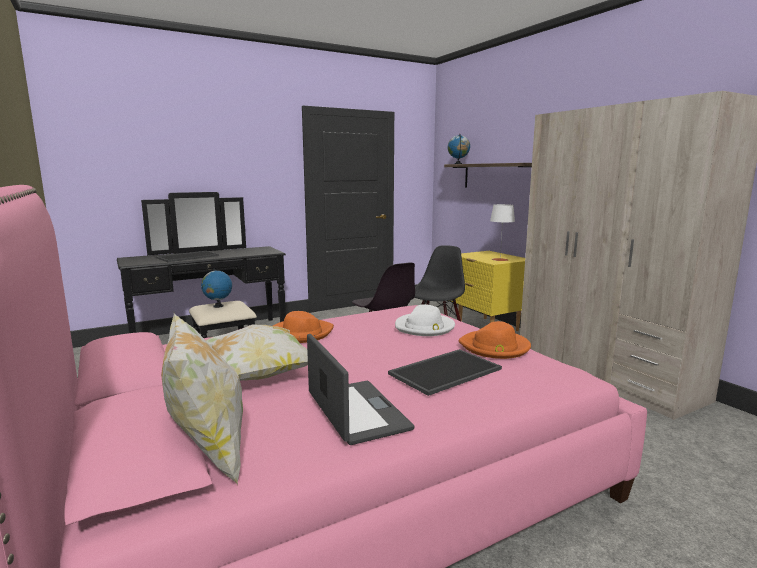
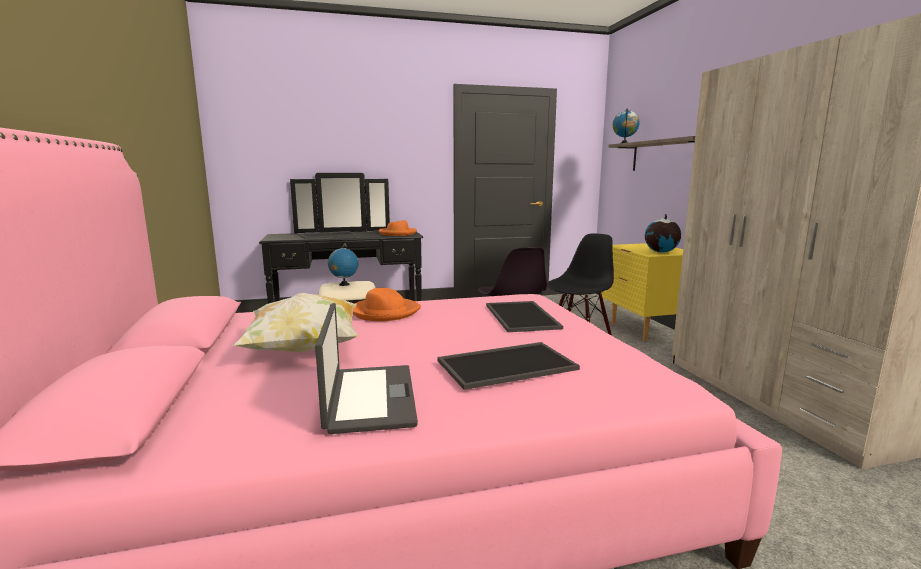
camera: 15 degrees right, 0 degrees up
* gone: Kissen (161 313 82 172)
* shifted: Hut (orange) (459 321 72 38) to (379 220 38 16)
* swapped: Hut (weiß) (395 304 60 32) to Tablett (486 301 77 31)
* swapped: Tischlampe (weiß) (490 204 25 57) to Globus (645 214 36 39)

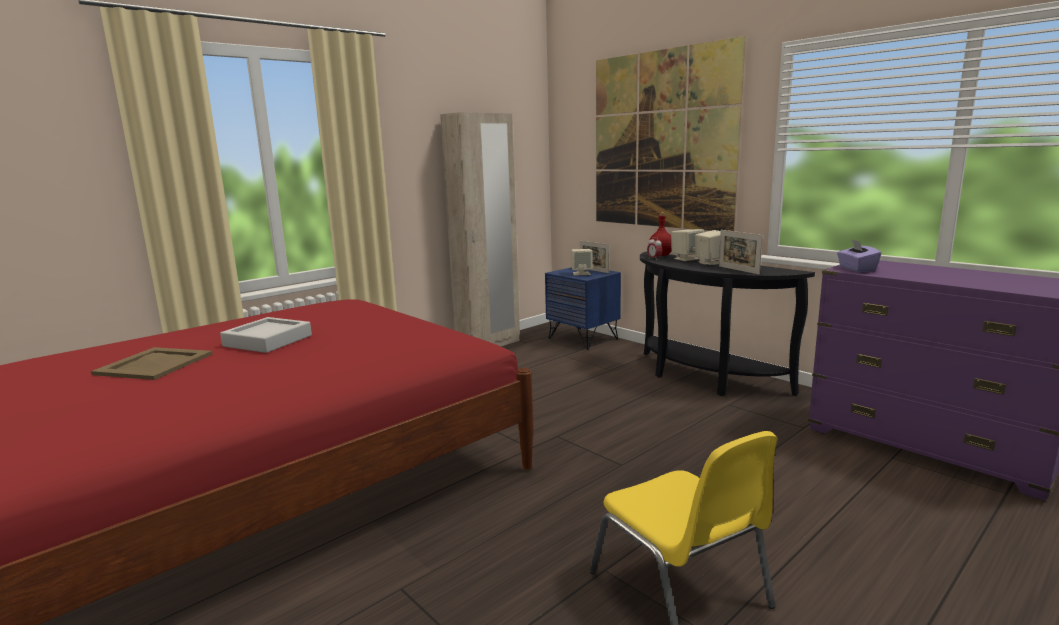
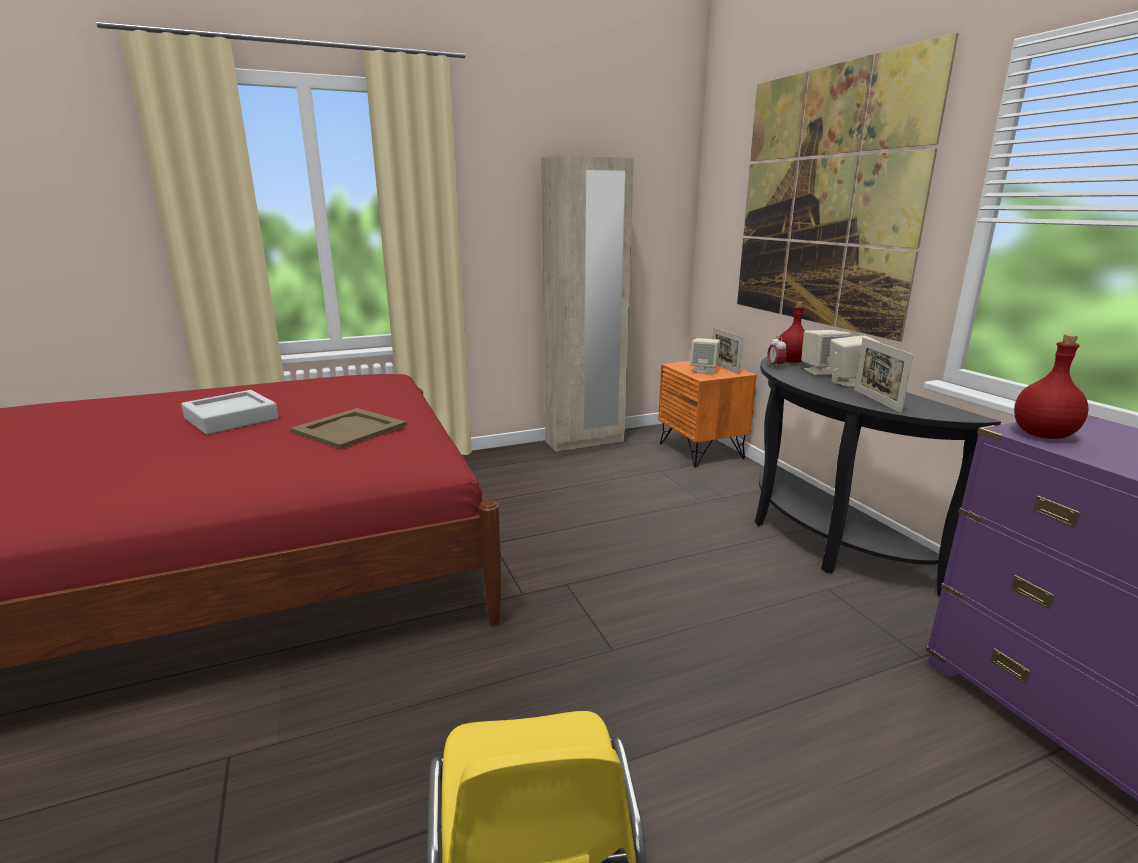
camera: 20 degrees right, 5 degrees up
* shifted: Tablett (beige) (91 347 122 33) to (290 408 117 41)
* swapped: Taschentuchbox (lila) (837 239 44 33) to Flasche (rot) (1014 334 75 105)
* repainted: Nachttisch (blau) (545 267 76 83) to Nachttisch (orange) (658 361 99 106)

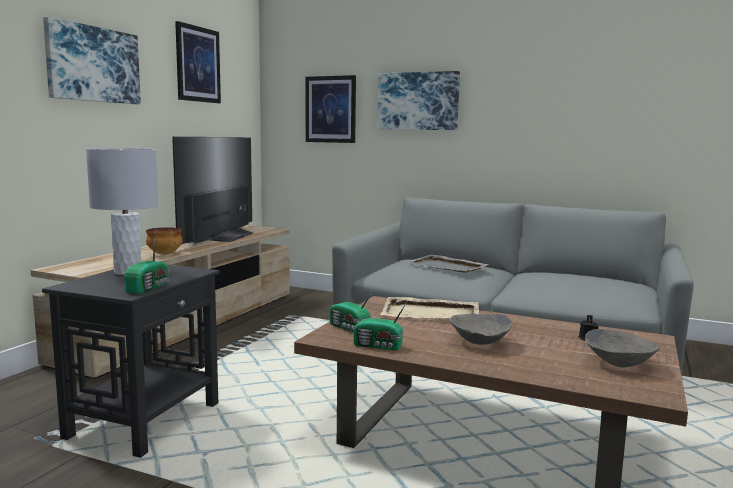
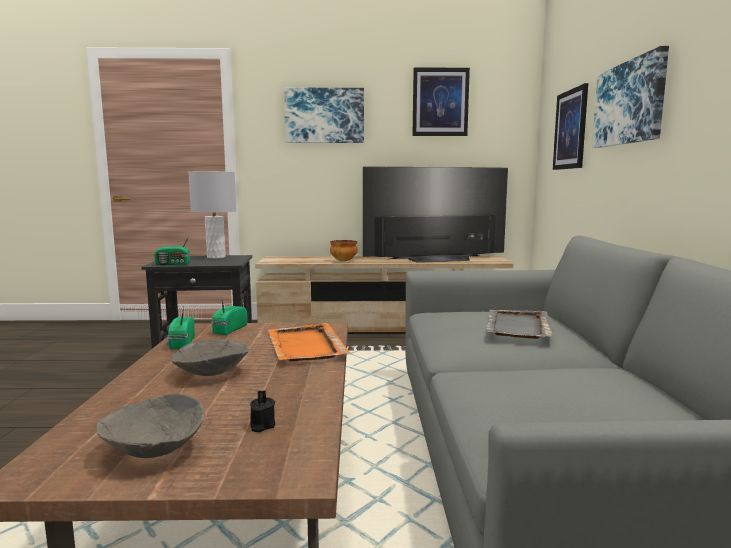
camera: 65 degrees right, 0 degrees up
* repainted: Tablett (beige) (380 297 100 22) to Tablett (orange) (267 323 83 38)

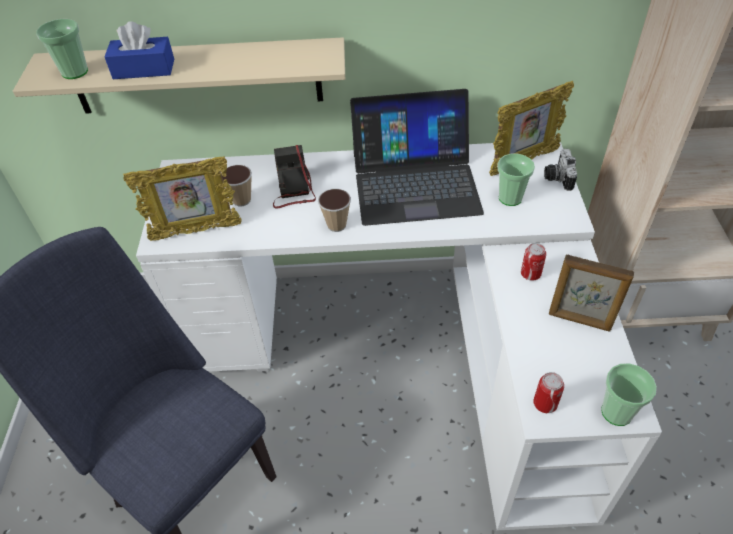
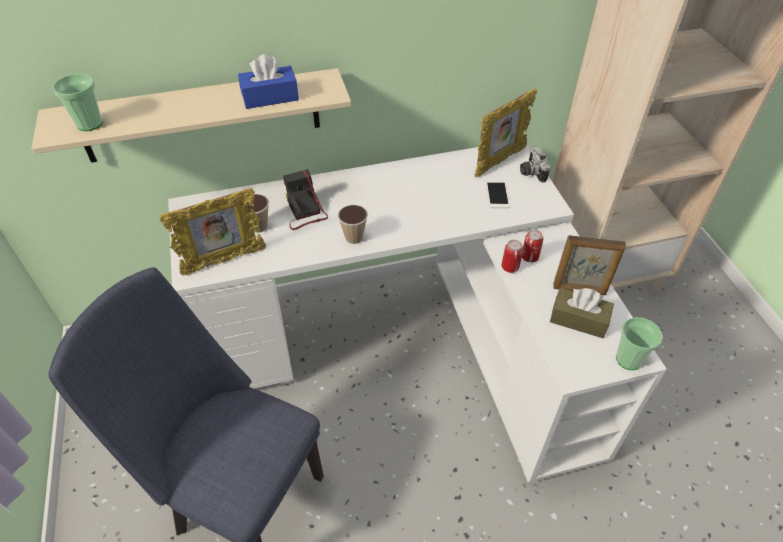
camera: 15 degrees left, 0 degrees up
* gone: Laptop (350 89 134 137)
* new: Taschentuchbox (braun) (550 288 64 50)
* shifted: Taschentuchbox (blau) (104 21 70 58) to (238 54 61 55)
* shifted: Dose (533 372 31 41) to (502 240 21 33)
* swapped: Tasse (497 154 38 52) to Handy (486 181 24 27)

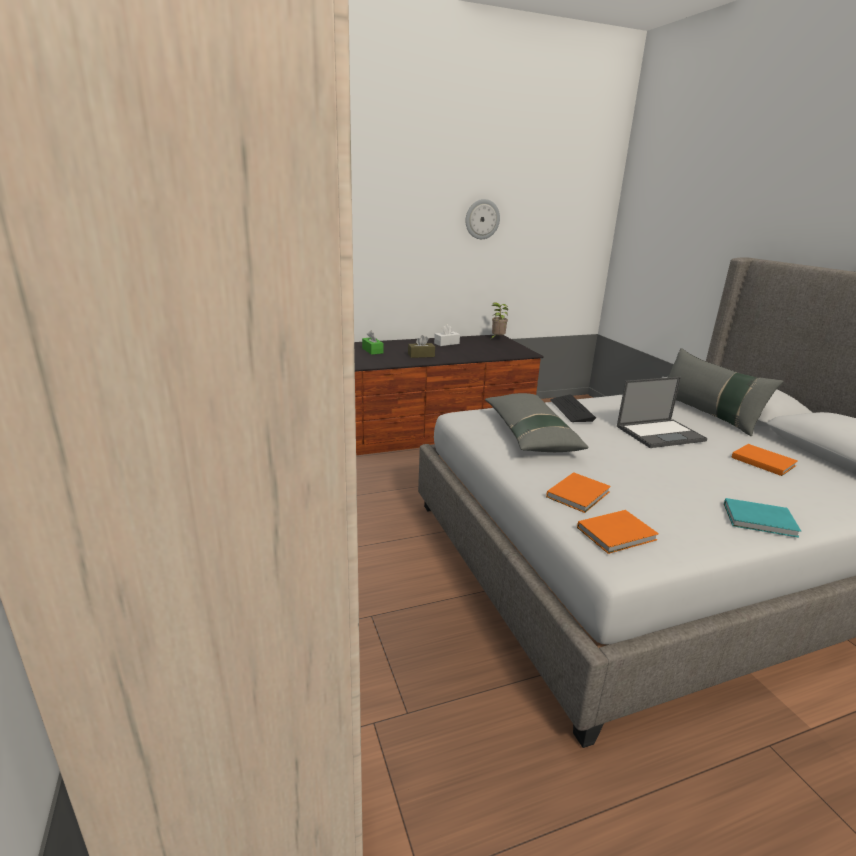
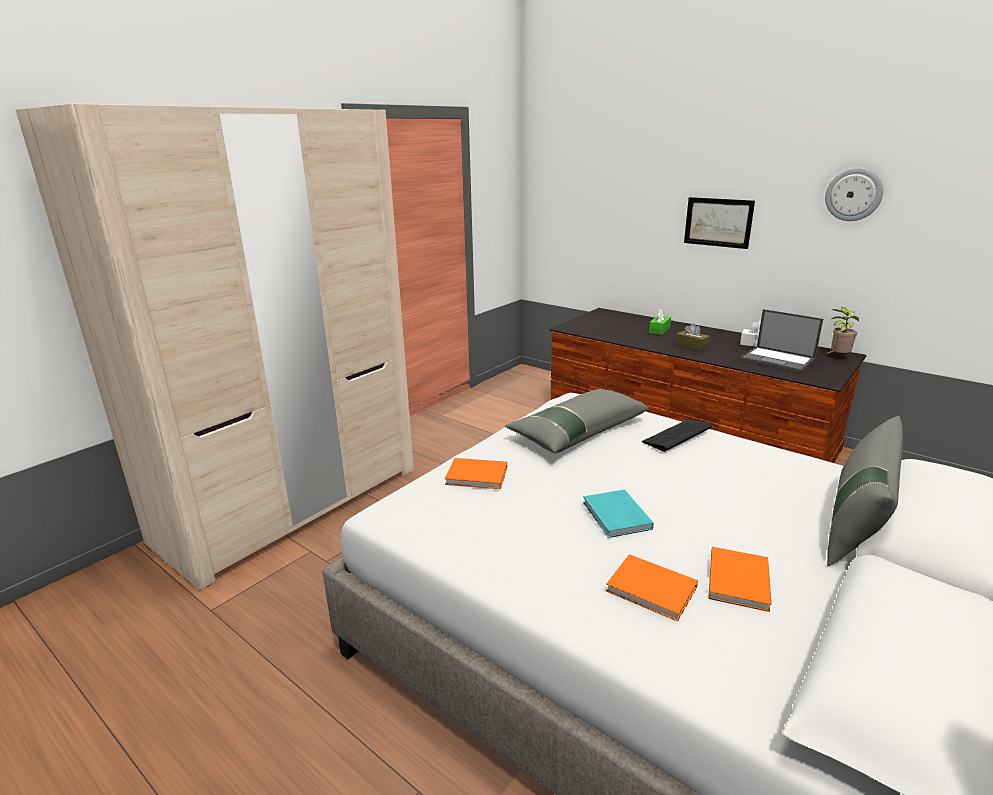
camera: 60 degrees right, 0 degrees up
* new: Bild (684 197 71 52)
* shifted: Buch (orange) (577 510 82 44) to (606 554 92 67)
* shifted: Laptop (617 377 91 71) to (741 309 82 64)
* shifted: Buch (türkis) (724 498 77 40) to (583 490 71 48)

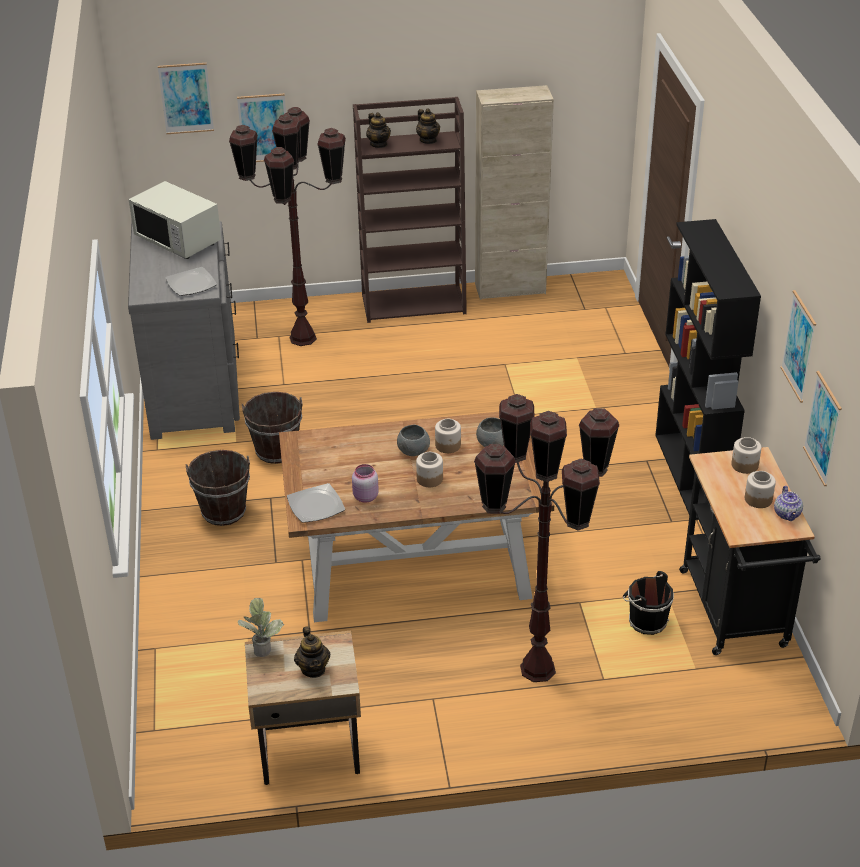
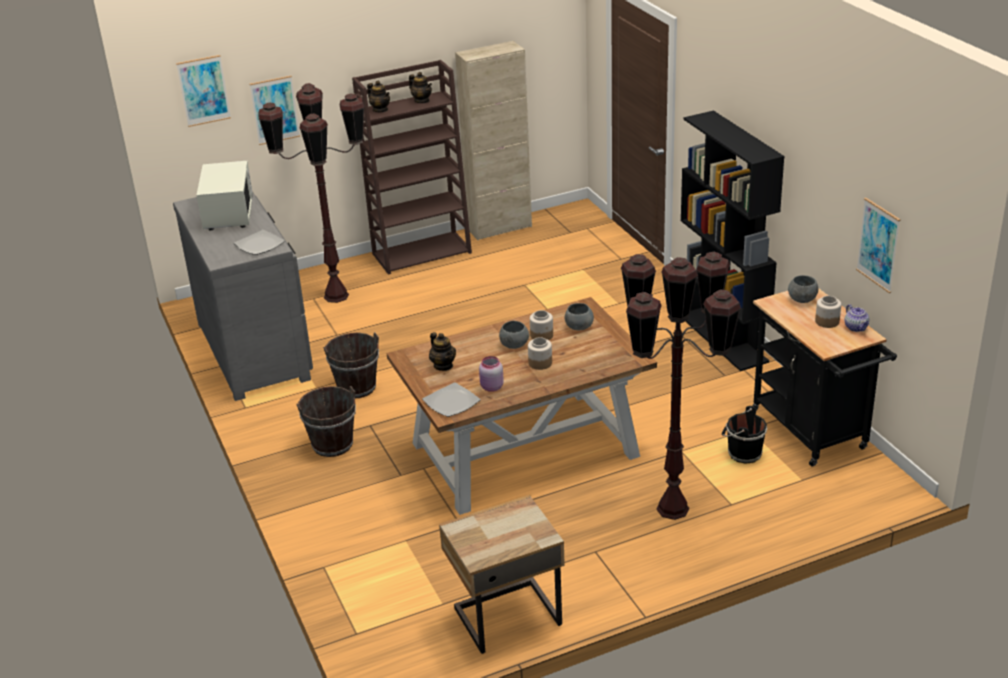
camera: 15 degrees left, 5 degrees down
* gone: Topfpflanze (238 598 46 59)
* gone: Bild (781 290 35 113)
* shifted: Teekanne (294 626 37 52) to (429 332 27 39)
* swapped: Vorratsglas (731 437 30 37) to Schüssel (grau) (788 275 30 28)
* rotated: Mikrowelle (weiß) (129 181 92 78) = (196 161 57 70) 120 degrees counterclockwise

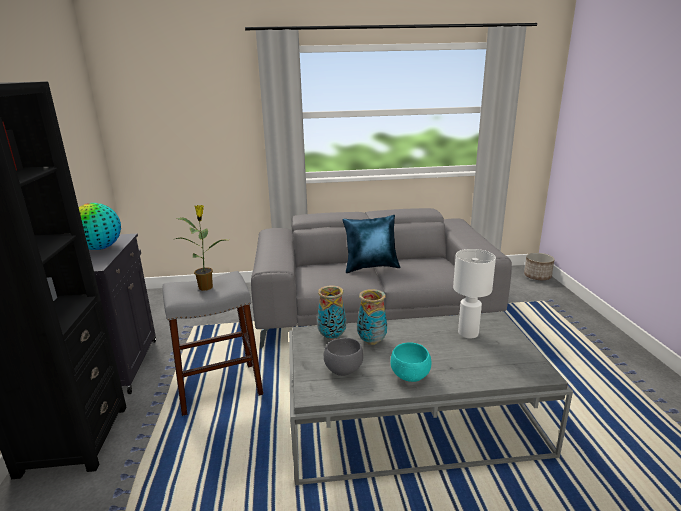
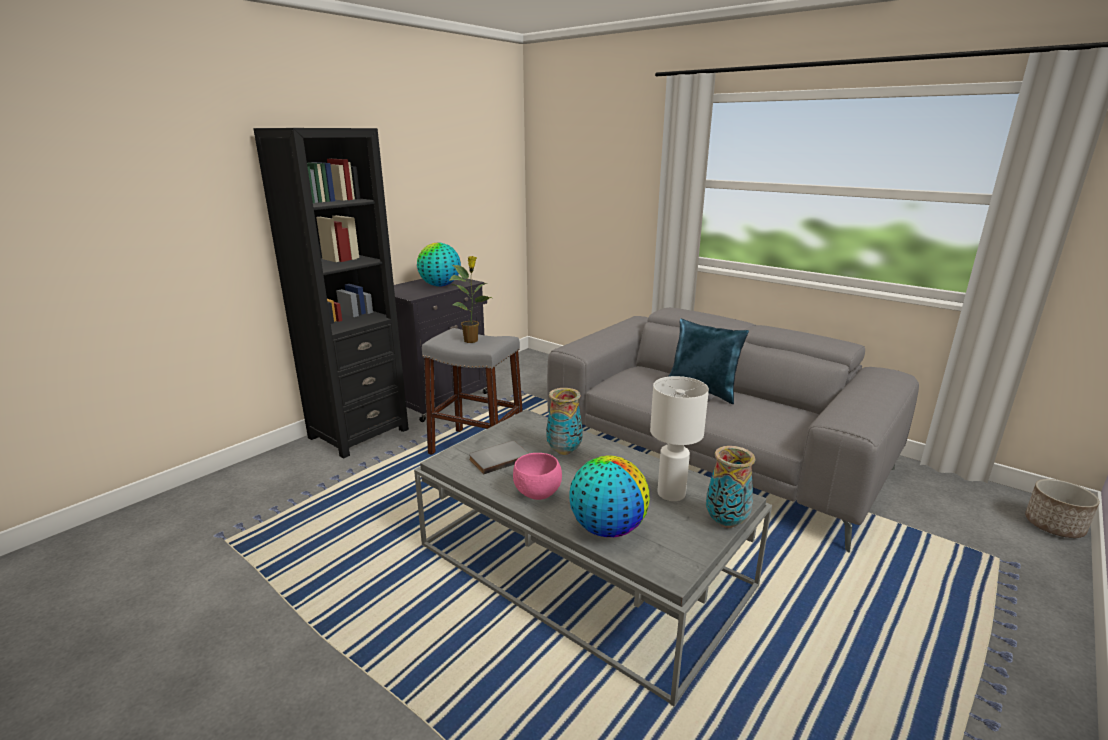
camera: 45 degrees right, 0 degrees up
* new: Globus (569 456 81 81)
* shifted: Vase (317 285 29 55) to (706 446 50 82)
* swapped: Schüssel (grau) (324 338 39 38) to Buch (grau) (469 441 60 33)
* repainted: Schüssel (türkis) (391 342 40 40) to Schüssel (rosa) (513 453 49 47)

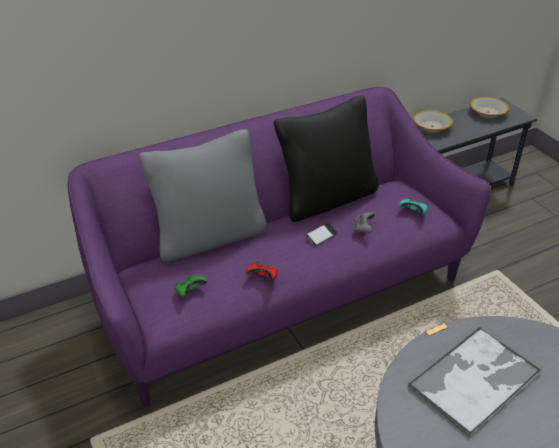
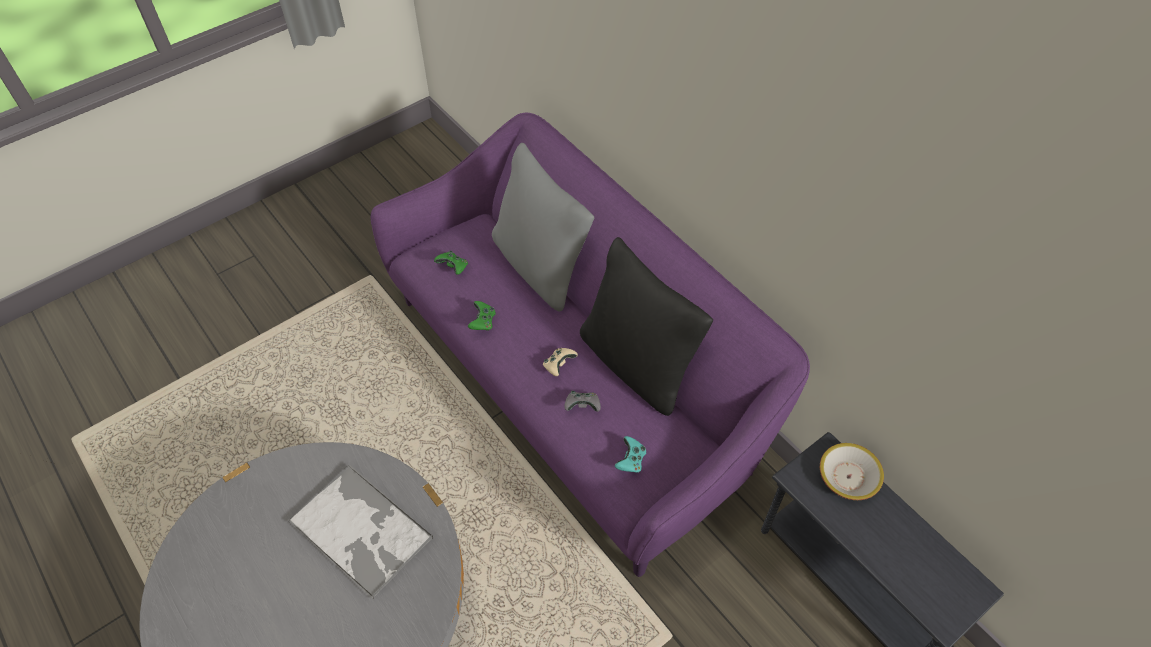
camera: 80 degrees right, 15 degrees up
* gone: Schüssel (470 97 39 21)
* swapped: Handy (306 223 31 23) to Gamepad (beige) (543 348 35 28)
* repainted: Gamepad (rot) (246 261 32 19) to Gamepad (grün) (468 301 28 30)

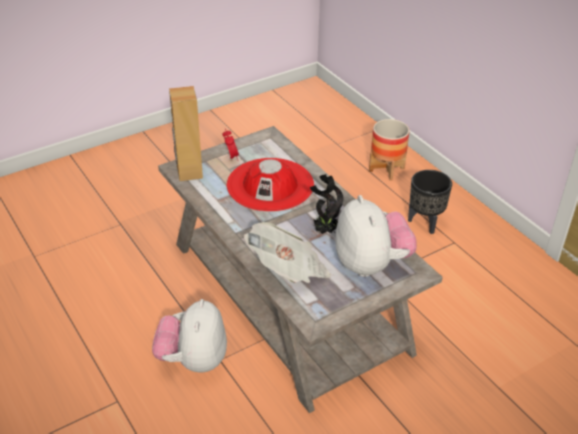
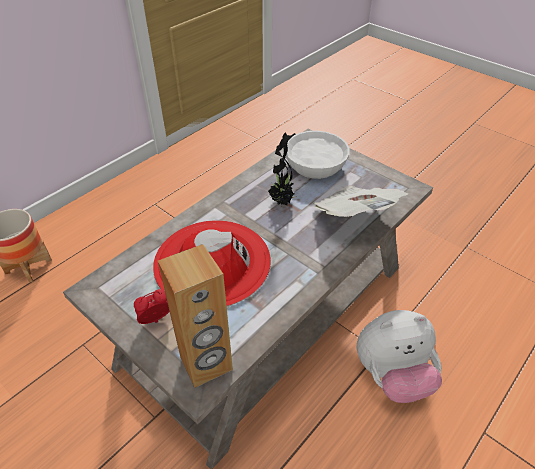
camera: 105 degrees left, 5 degrees up
* gone: Pflanzkübel (schwarz) (408 170 44 64)
* swapped: Plüschtier (335 195 82 82) to Schüssel (weiß) (286 131 64 48)

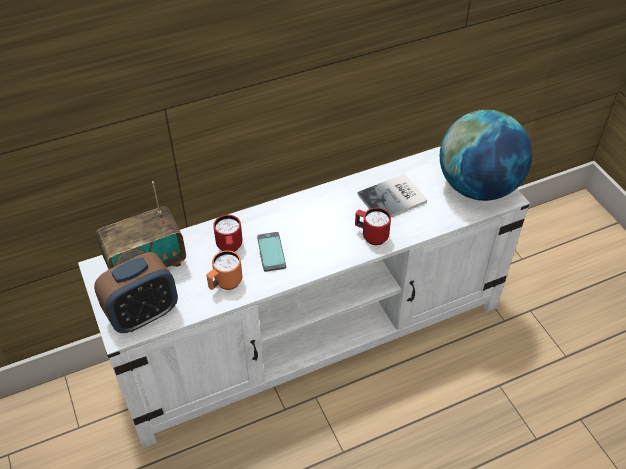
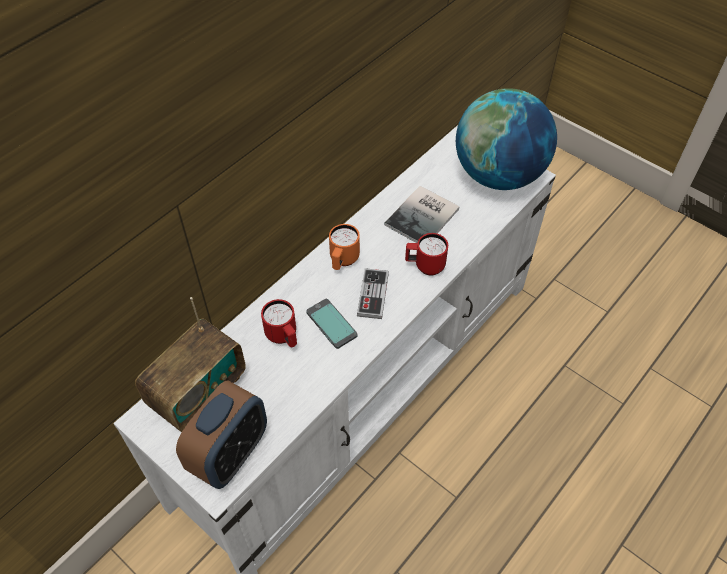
camera: 25 degrees left, 5 degrees up
* new: Gamepad (357 268 32 51)
* shifted: Henkelbecher (orange) (206 250 36 40) to (329 224 31 46)

